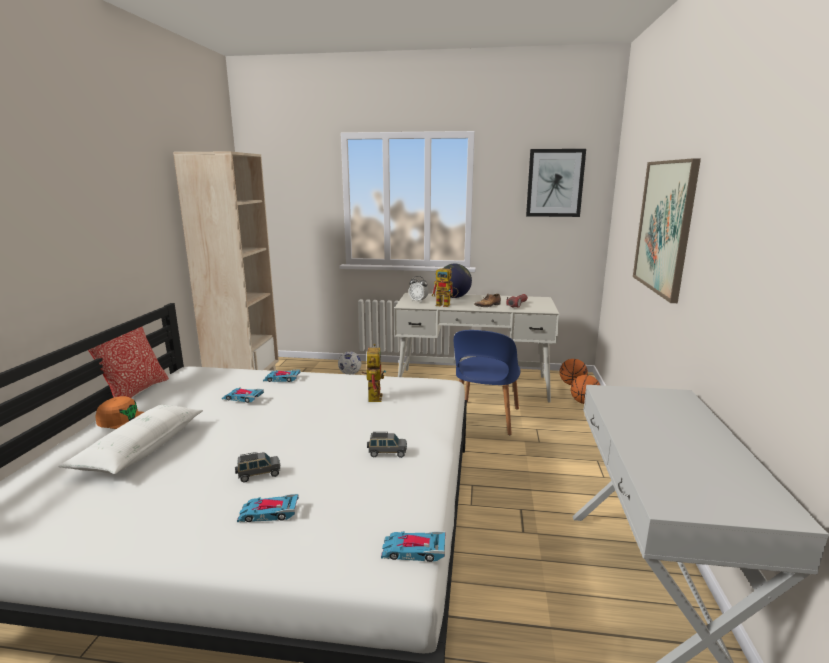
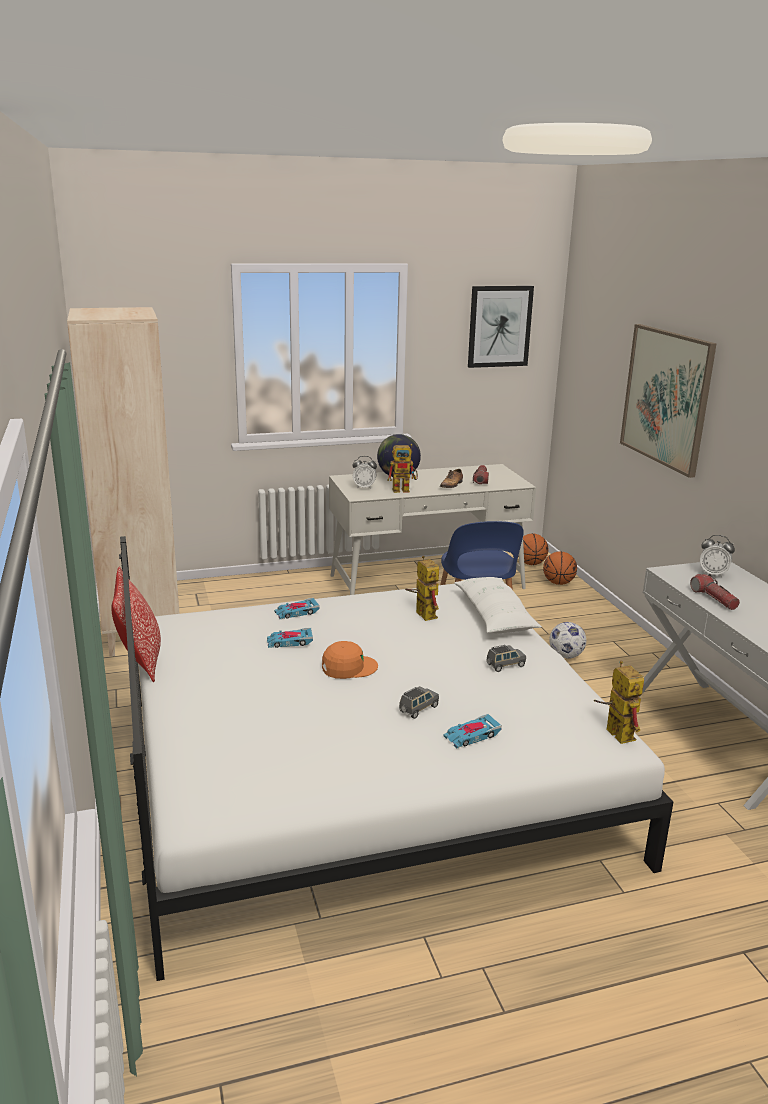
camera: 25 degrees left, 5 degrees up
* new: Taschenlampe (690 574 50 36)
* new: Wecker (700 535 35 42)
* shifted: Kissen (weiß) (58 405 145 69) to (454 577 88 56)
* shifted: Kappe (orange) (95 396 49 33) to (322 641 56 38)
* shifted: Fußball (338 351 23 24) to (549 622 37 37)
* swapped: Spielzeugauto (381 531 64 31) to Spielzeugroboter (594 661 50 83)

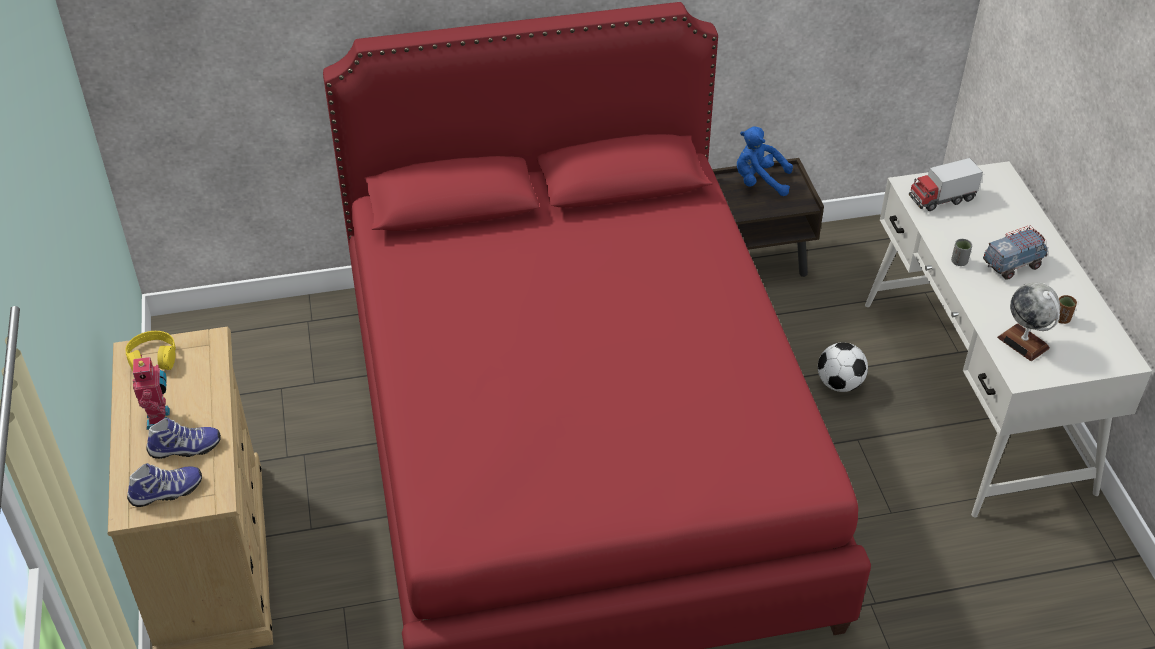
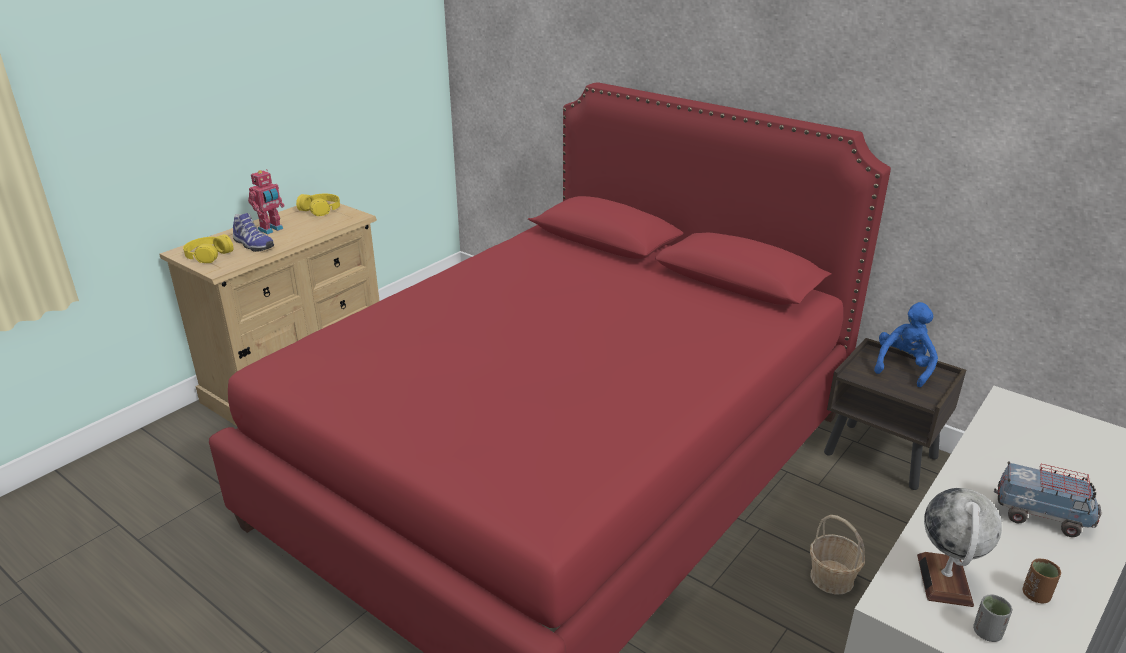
camera: 50 degrees right, 15 degrees down
* gone: Spielzeuglaster (909 158 74 53)
* shifted: Tasse (grau) (951 239 21 27) to (973 594 40 48)
* swapped: Schuh (127 463 75 44) to Kopfhörer (gelb) (183 234 50 29)
* swapped: Fußball (818 342 50 50) to Korb (810 515 55 80)
* rotated: Plüschtier (blau) (737 127 56 69) = (874 302 64 85) 60 degrees clockwise

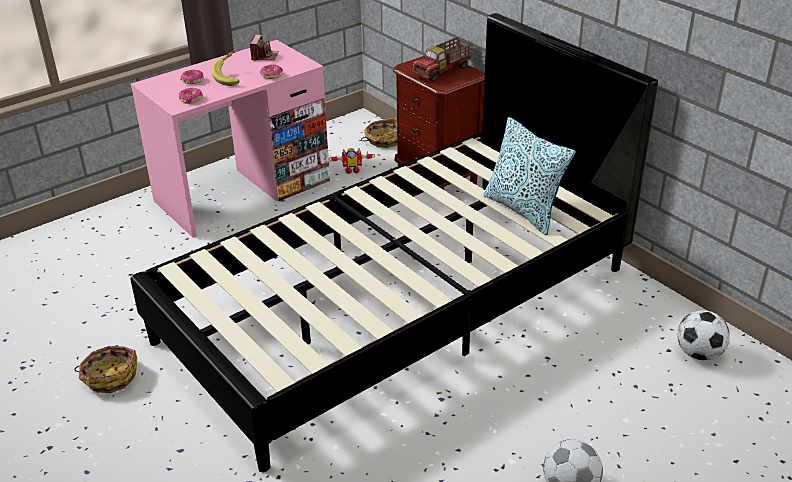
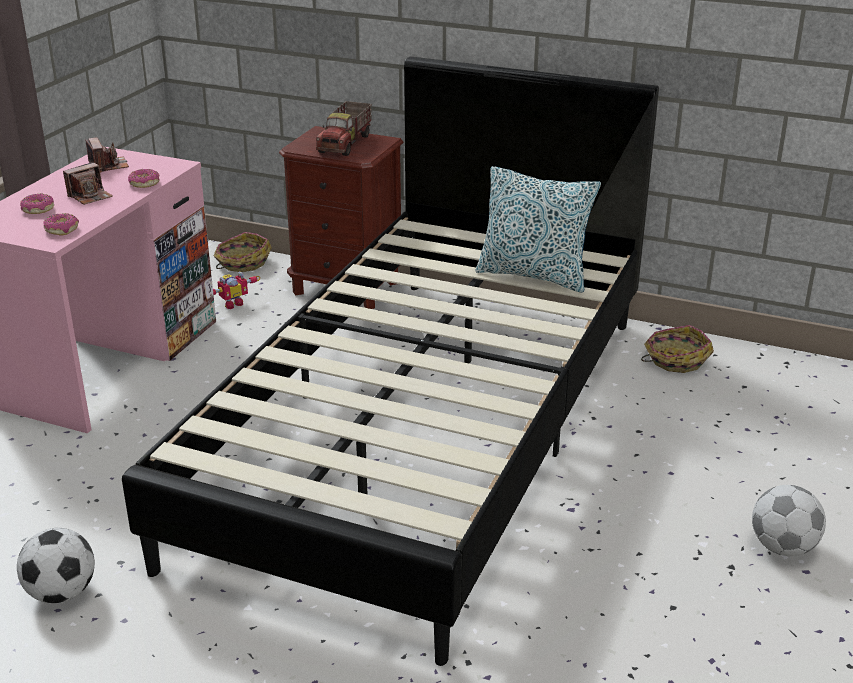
camera: 30 degrees left, 5 degrees down
* shifted: Korb (74 346 63 47) to (641 325 73 48)
* shifted: Fußball (677 310 53 50) to (17 528 78 75)
* swapped: Banane (212 51 28 35) to Kamera (63 162 50 43)

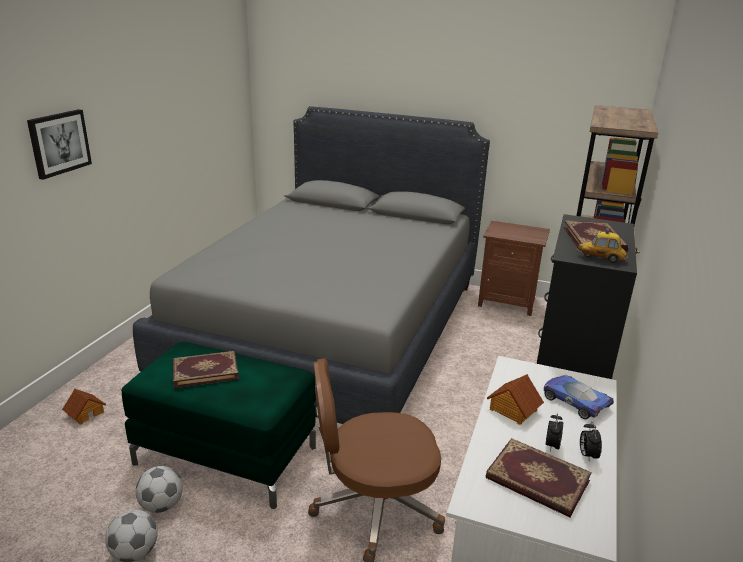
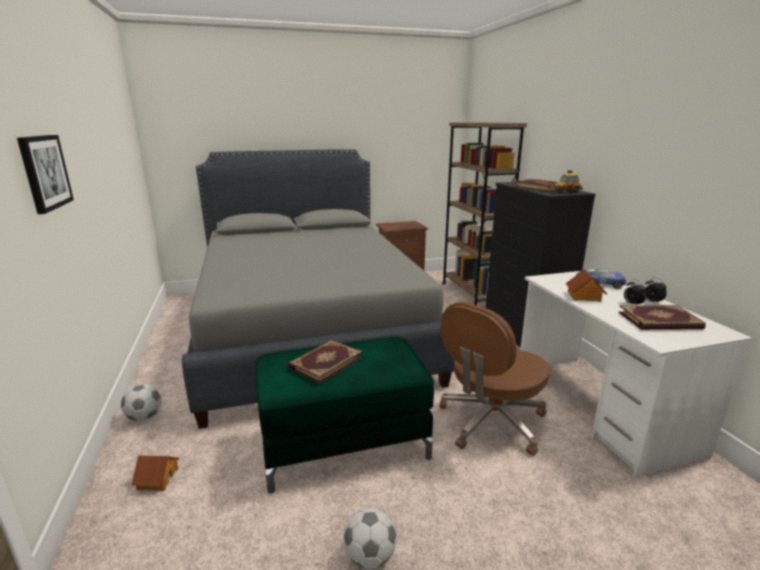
camera: 35 degrees left, 5 degrees down
* shifted: Fußball (136 466 47 47) to (121 384 41 37)

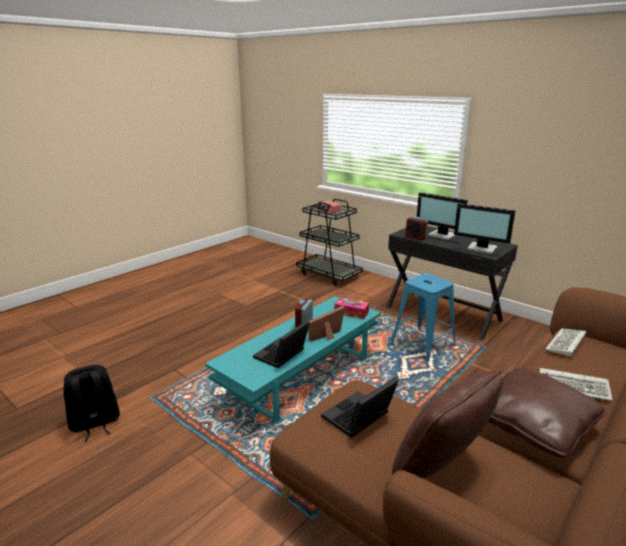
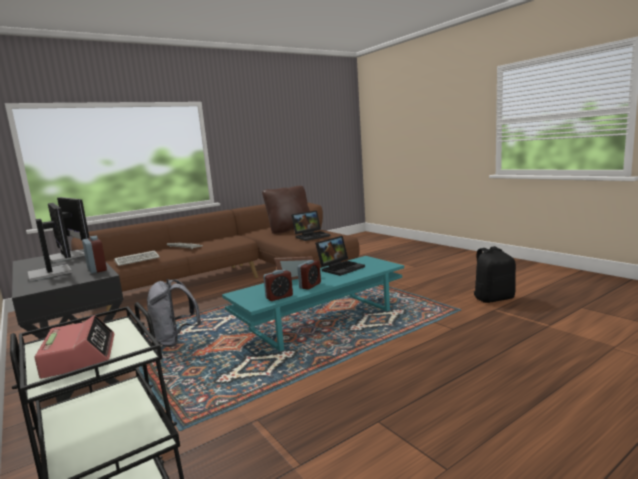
camera: 165 degrees left, 10 degrees down
* gone: Taschentuchbox (334 298 35 21)
* gone: Kissen (braun) (488 368 118 90)
* new: Wecker (263 270 30 31)
* swapped: Hocker (blau) (391 273 65 89) to Rucksack (grau) (147 279 54 68)

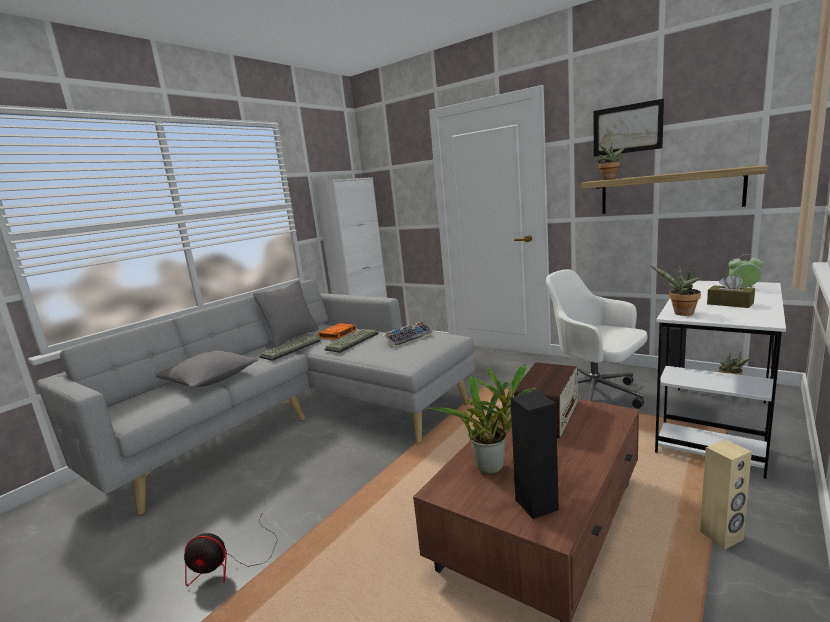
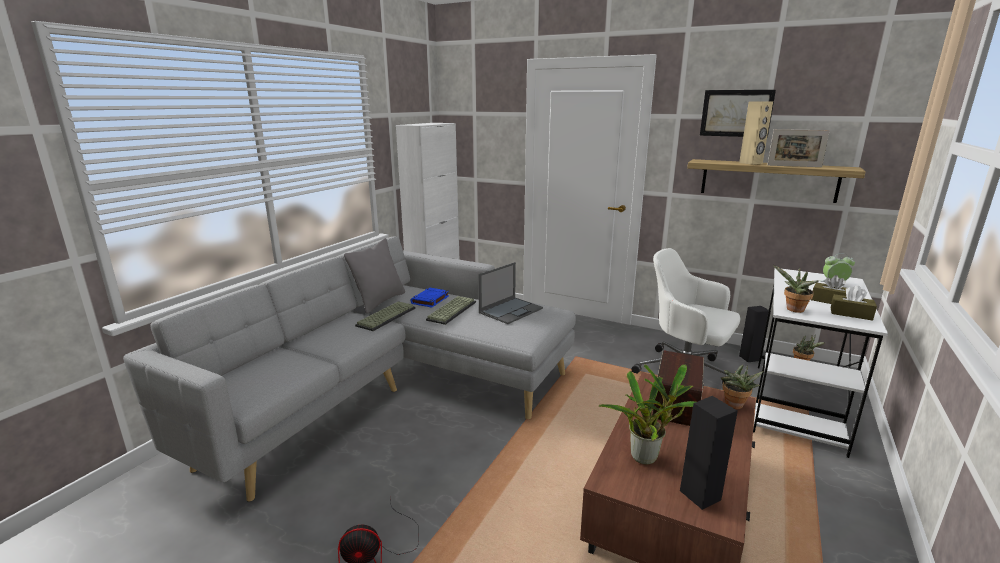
camera: 10 degrees left, 5 degrees up
* gone: Kissen (grau) (155 351 102 37)
* new: Bilderrahmen (767 129 63 38)
* new: Taschentuchbox (braun) (831 286 46 35)
* shifted: Topfpflanze (596 141 30 39) to (721 365 42 44)
* shifted: Lautsprecher (beige) (700 440 52 110) to (739 101 34 64)
* swapped: Tastatur (380 322 53 26) to Laptop (478 262 65 62)
* repainted: Buch (orange) (318 323 38 17) to Buch (blau) (411 287 38 21)

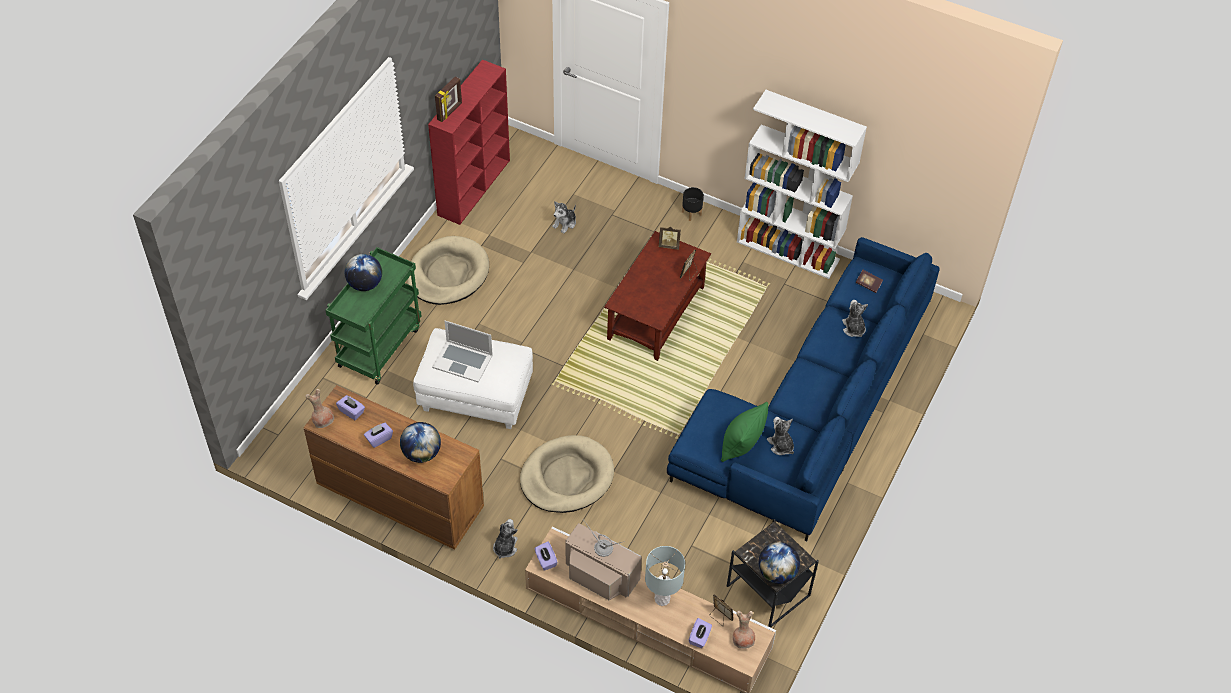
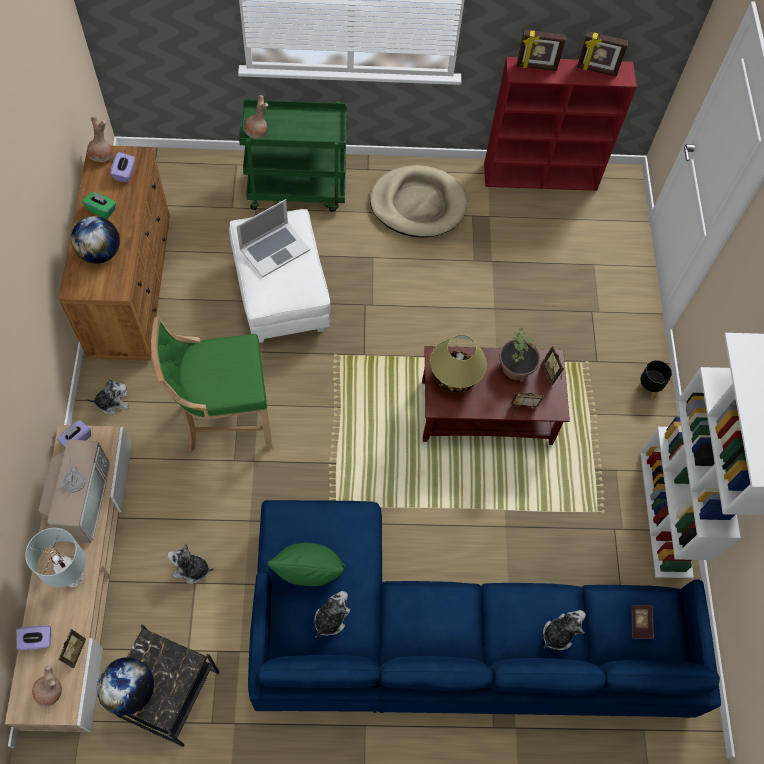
camera: 60 degrees right, 10 degrees up
* gone: Globus (345 254 37 37)
* new: Vase (braun) (244 95 25 44)
* new: Tischlampe (430 335 57 58)
* new: Topfpflanze (499 328 41 54)
* new: Bilderrahmen (577 31 51 45)
* shifted: Plüschtier (552 201 24 33) to (167 542 47 42)
* swapped: Hundebett (beige) (520 435 94 78) to Hocker (grün) (151 317 122 135)
* repainted: Taschentuchbox (lila) (364 423 29 25) to Taschentuchbox (grün) (82 192 34 27)
* rotated: Laptop (432 321 61 62) = (236 199 74 79) 120 degrees counterclockwise

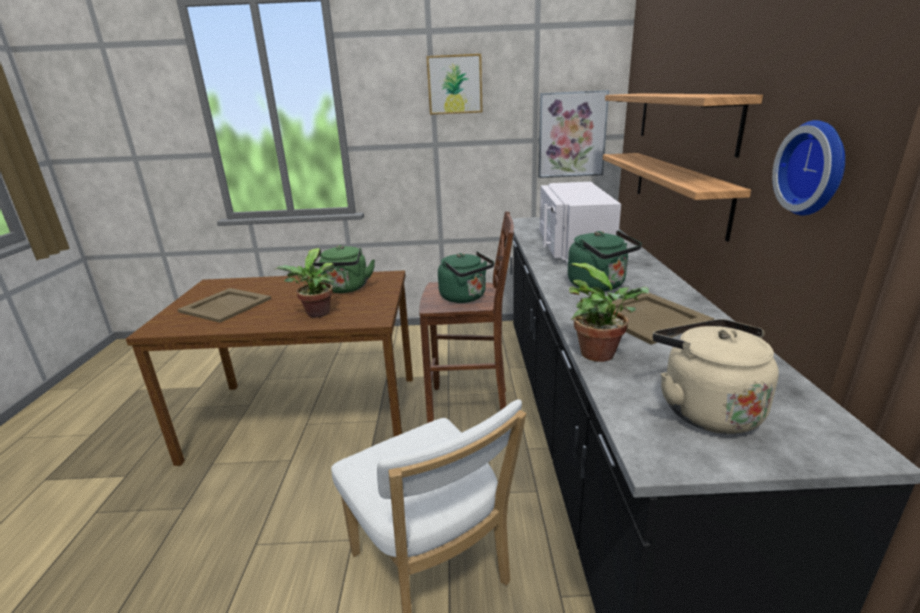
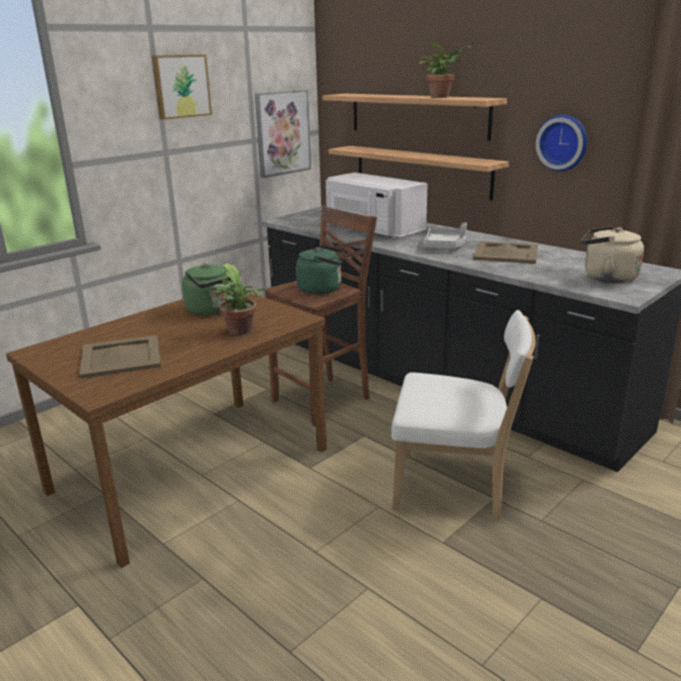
camera: 45 degrees left, 0 degrees up
* shifted: Topfpflanze (569 263 80 99) to (419 42 52 56)
* swapped: Wasserkessel (grün) (568 230 74 61) to Tablett (grau) (424 222 43 27)

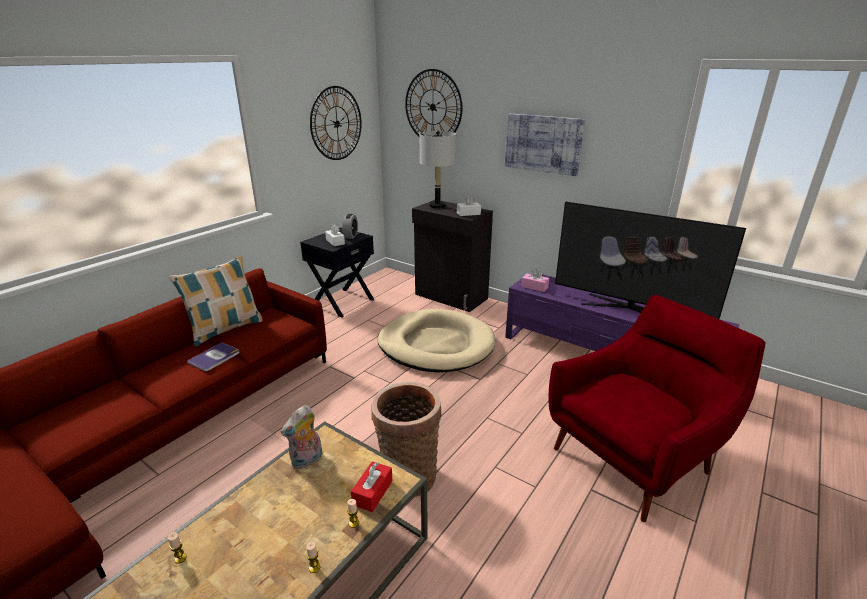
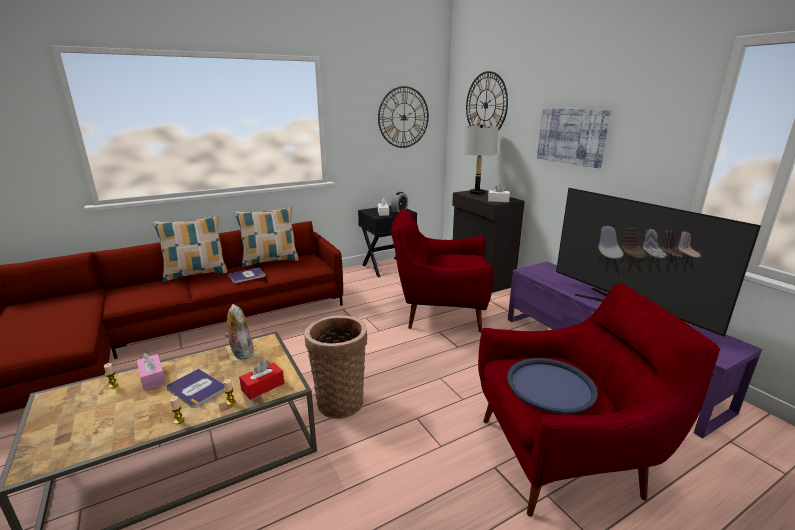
camera: 25 degrees right, 5 degrees down
* new: Kissen (153 215 74 67)
* new: Buch (166 368 59 40)
* new: Tablett (blau) (507 358 91 56)
* shifted: Taschentuchbox (rosa) (522 269 27 23) to (137 352 29 39)
* swapped: Hundebett (beige) (377 309 118 64) to Sessel (rot) (391 209 102 123)
* rotated: Plüschtier (281 405 41 65) = (225 304 29 55) 75 degrees clockwise

